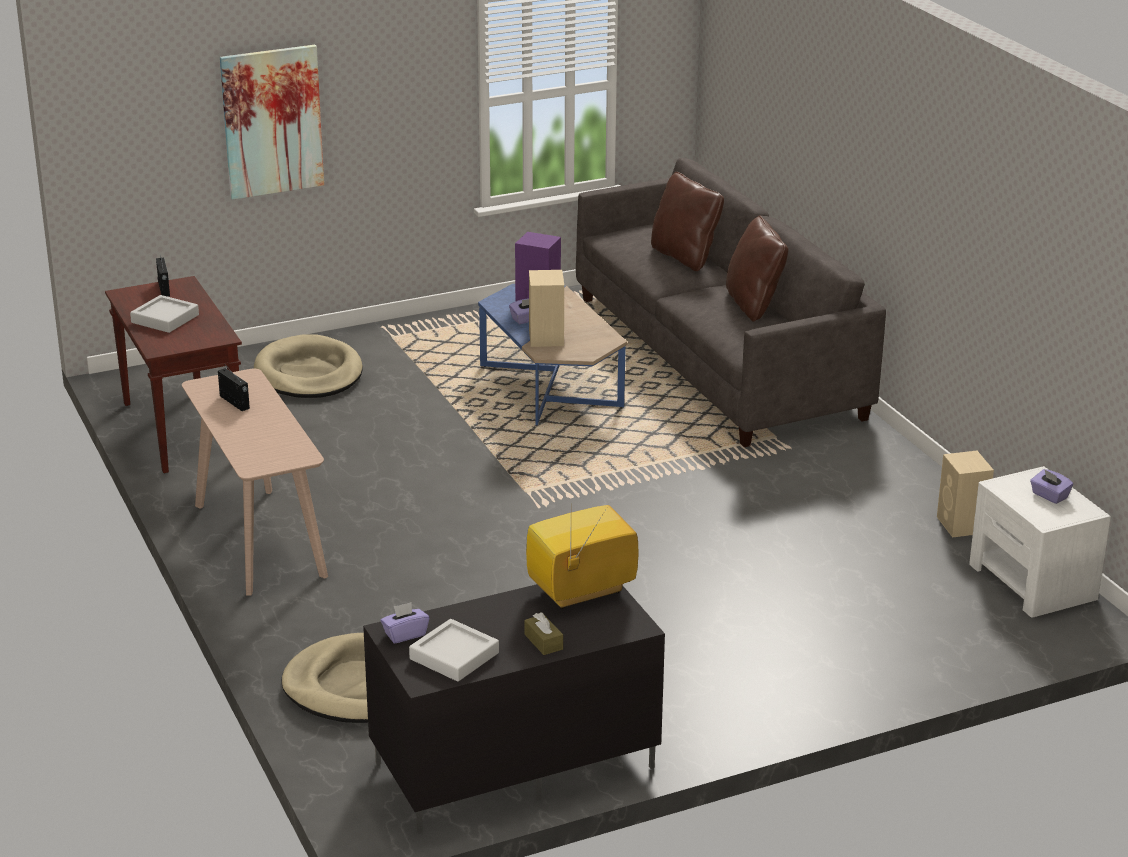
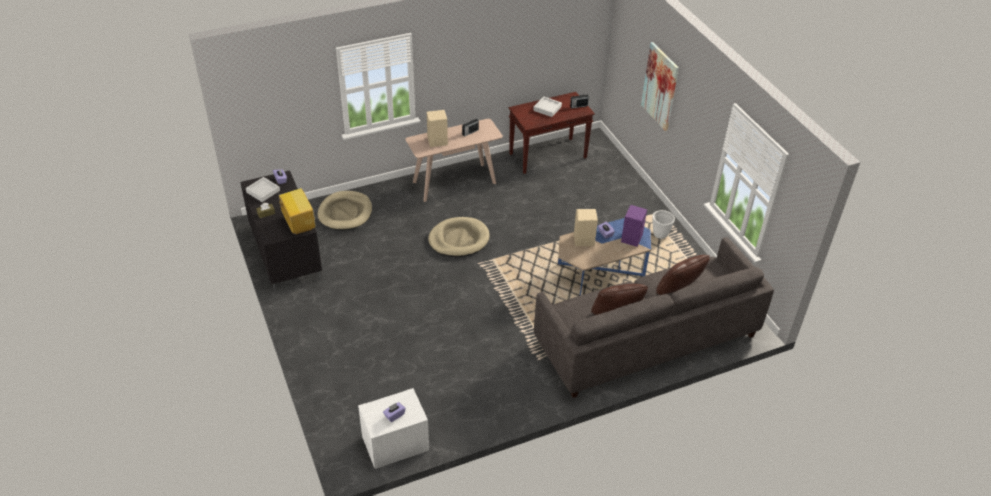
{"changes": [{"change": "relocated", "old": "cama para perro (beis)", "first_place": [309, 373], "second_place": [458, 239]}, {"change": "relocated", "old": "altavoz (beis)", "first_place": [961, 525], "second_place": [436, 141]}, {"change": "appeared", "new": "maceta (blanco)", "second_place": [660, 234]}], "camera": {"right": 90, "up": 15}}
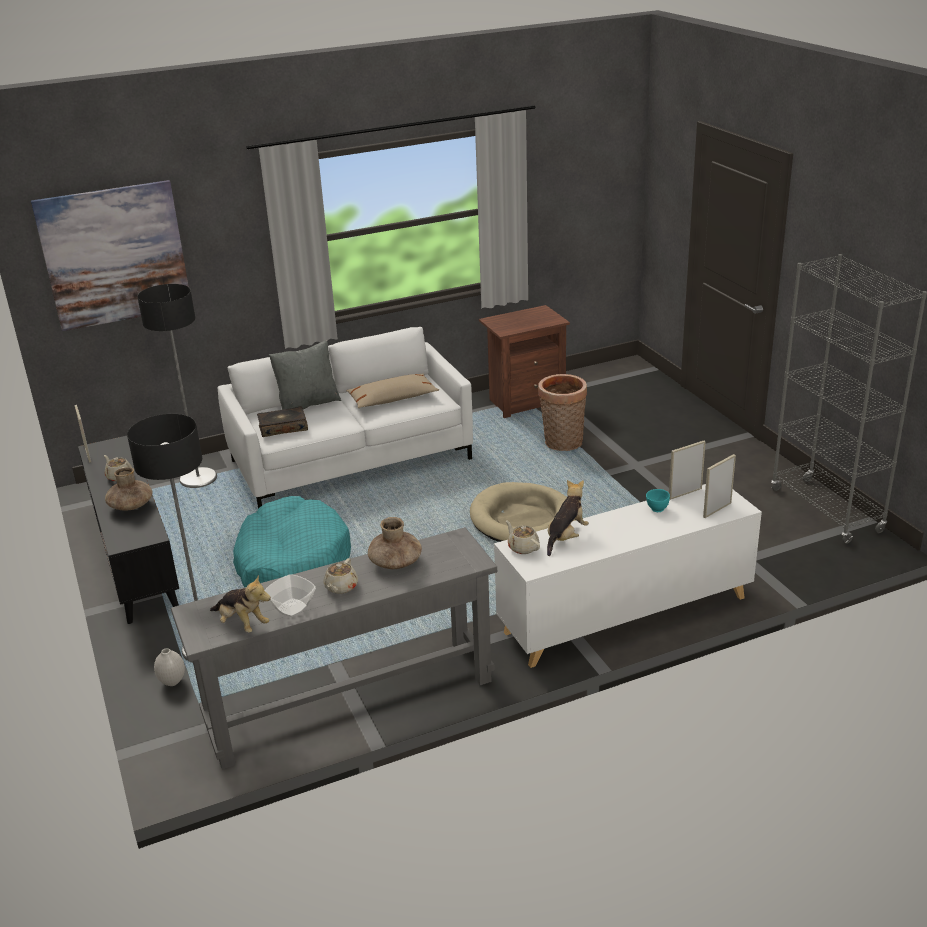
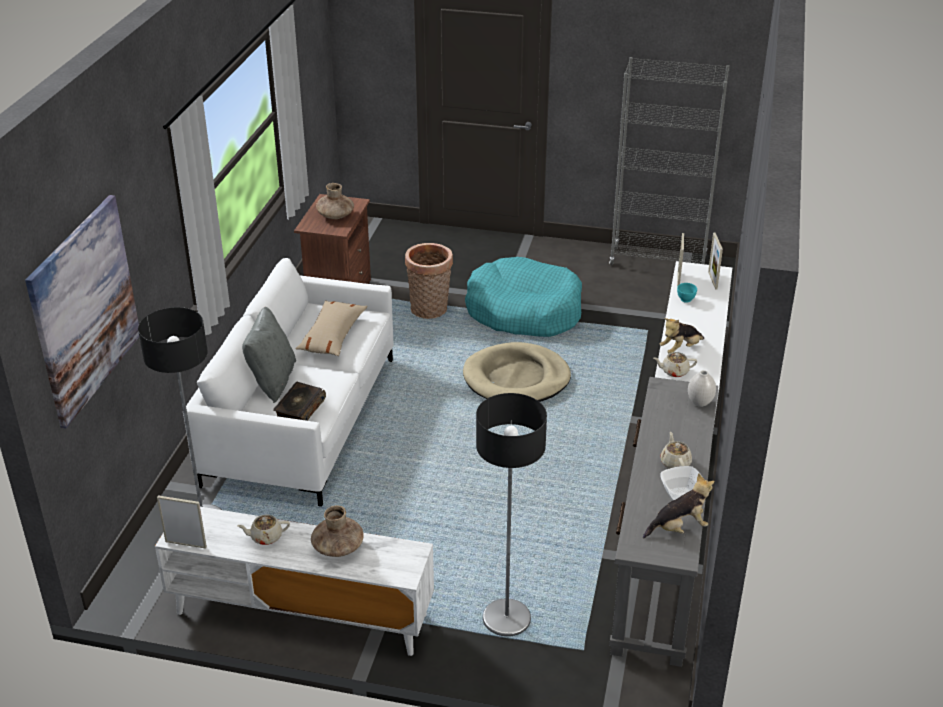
{"changes": [{"change": "colour", "old": "mueble de televisión (negro)", "new": "mueble de televisión (blanco)", "first_place": [135, 558], "second_place": [300, 614]}, {"change": "spun", "old": "peluche", "first_place": [566, 537], "second_place": [680, 349], "degrees": -105}, {"change": "relocated", "old": "cama para perro (turquesa)", "first_place": [293, 565], "second_place": [524, 311]}, {"change": "relocated", "old": "florero (marrón)", "first_place": [395, 562], "second_place": [335, 215]}, {"change": "spun", "old": "tetera (beis)", "first_place": [341, 587], "second_place": [675, 462], "degrees": -150}, {"change": "relocated", "old": "florero (blanco)", "first_place": [173, 682], "second_place": [700, 403]}], "camera": {"right": -55, "up": 5}}
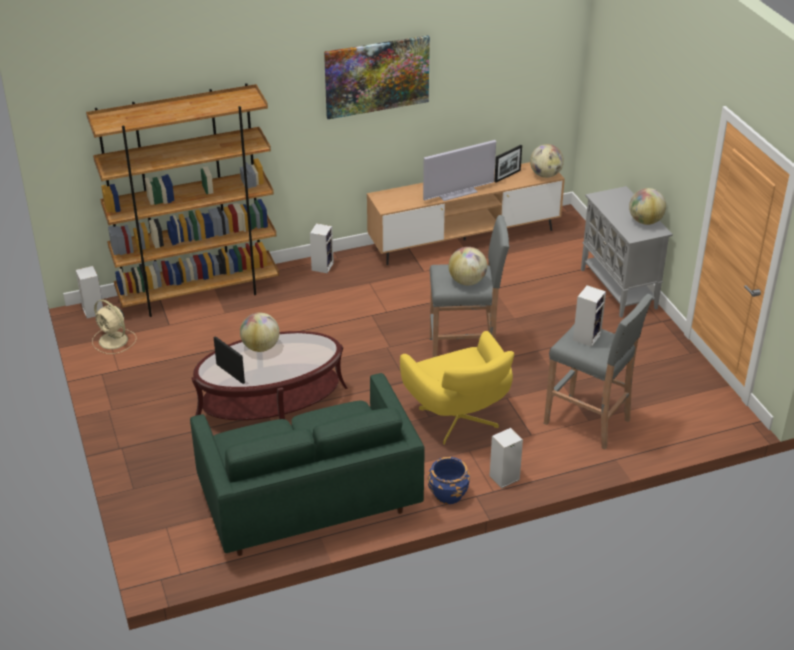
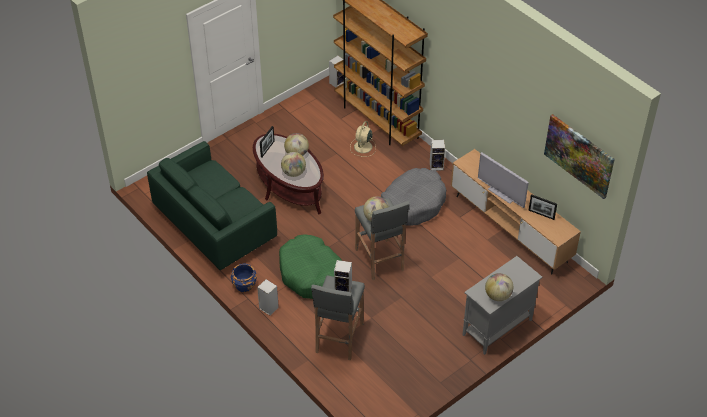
{"changes": [{"change": "relocated", "old": "cuadro", "first_place": [377, 76], "second_place": [579, 155]}, {"change": "relocated", "old": "globo terráqueo", "first_place": [545, 175], "second_place": [293, 173]}, {"change": "relocated", "old": "ventilador (beis)", "first_place": [114, 341], "second_place": [362, 147]}, {"change": "exchanged", "old": "sillón (amarillo)", "new": "cama para perro (verde)", "first_place": [460, 420], "second_place": [312, 274]}, {"change": "appeared", "new": "cama para perro (gris)", "second_place": [413, 203]}], "camera": {"right": 70, "up": 10}}
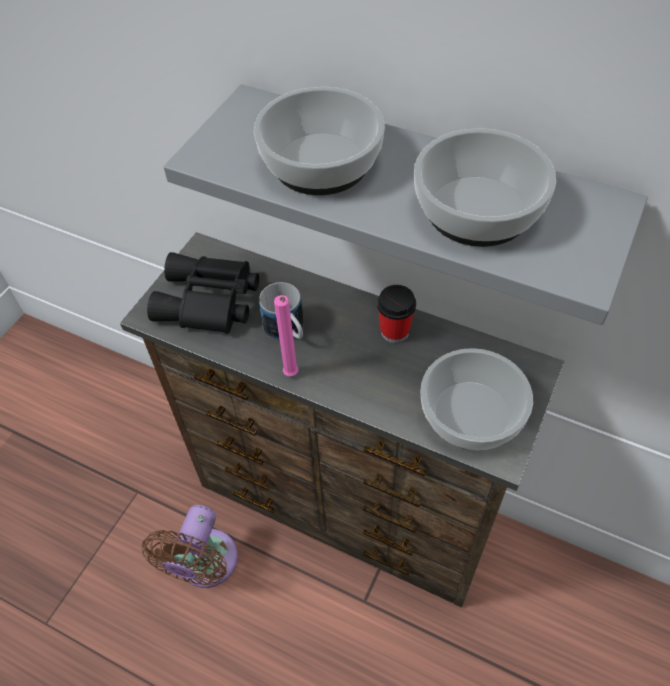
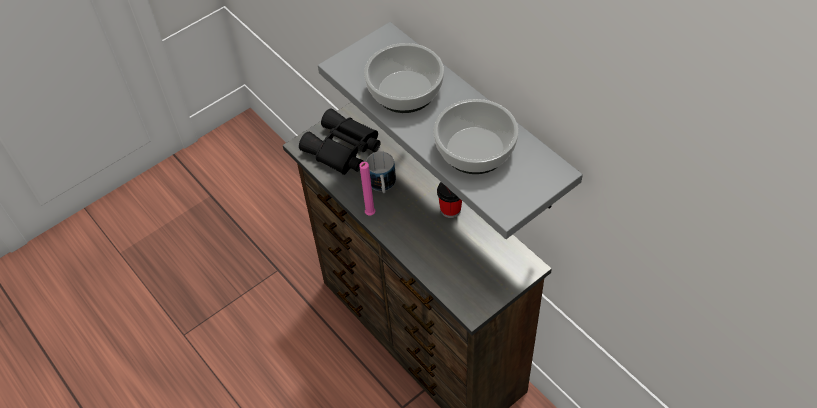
{"changes": [{"change": "missing", "old": "cuenco", "first_place": [472, 415]}, {"change": "missing", "old": "ventilador (marrón)", "first_place": [205, 565]}], "camera": {"right": 25, "up": 0}}
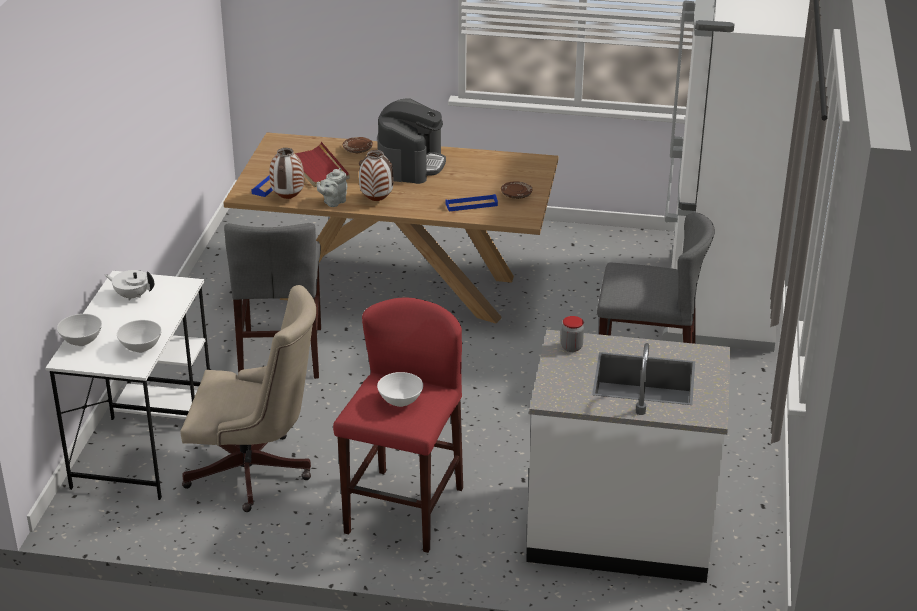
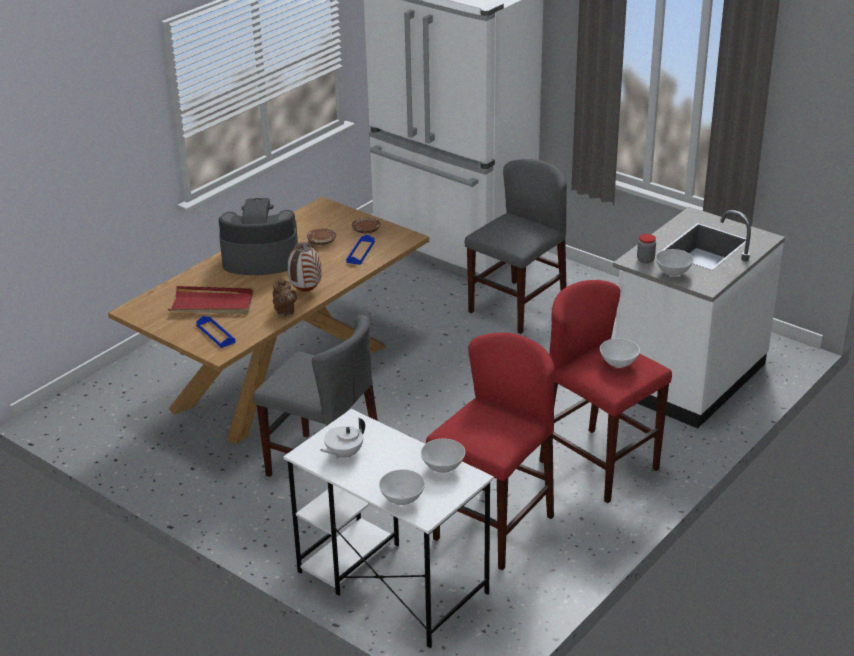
{"changes": [{"change": "spun", "old": "cafetera", "first_place": [411, 164], "second_place": [260, 259], "degrees": -45}, {"change": "relocated", "old": "plato (marrón)", "first_place": [357, 150], "second_place": [322, 241]}, {"change": "missing", "old": "florero", "first_place": [288, 199]}, {"change": "colour", "old": "tetera (gris)", "new": "tetera (marrón)", "first_place": [333, 202], "second_place": [285, 311]}, {"change": "exchanged", "old": "silla de oficina (beis)", "new": "taburete (rojo)", "first_place": [256, 473], "second_place": [492, 528]}, {"change": "appeared", "new": "cuenco (blanco)", "second_place": [673, 273]}], "camera": {"right": -60, "up": 0}}
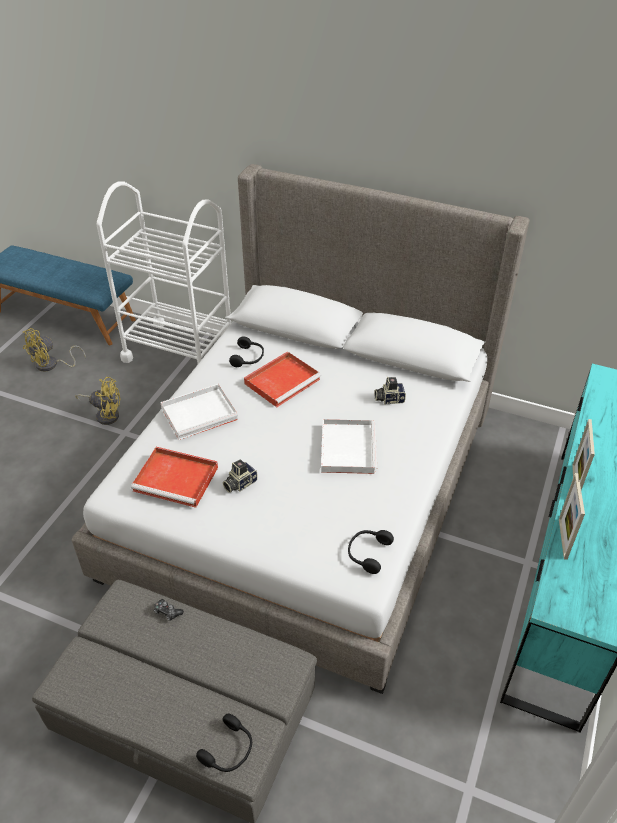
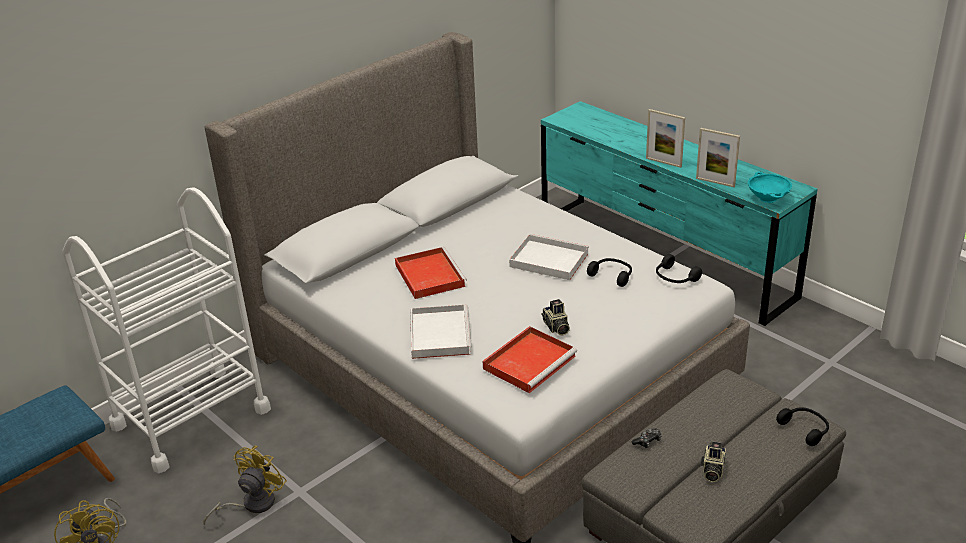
{"changes": [{"change": "relocated", "old": "auriculares (negro)", "first_place": [248, 358], "second_place": [612, 275]}, {"change": "relocated", "old": "cámara", "first_place": [389, 398], "second_place": [712, 470]}, {"change": "appeared", "new": "cuenco (turquesa)", "second_place": [768, 199]}], "camera": {"right": -65, "up": -10}}
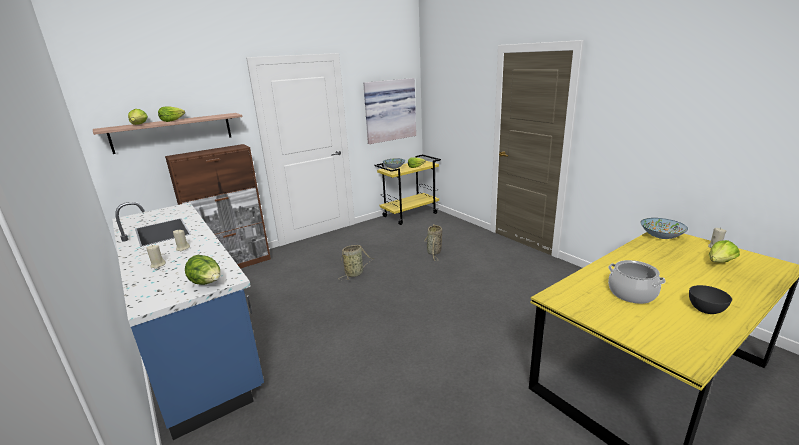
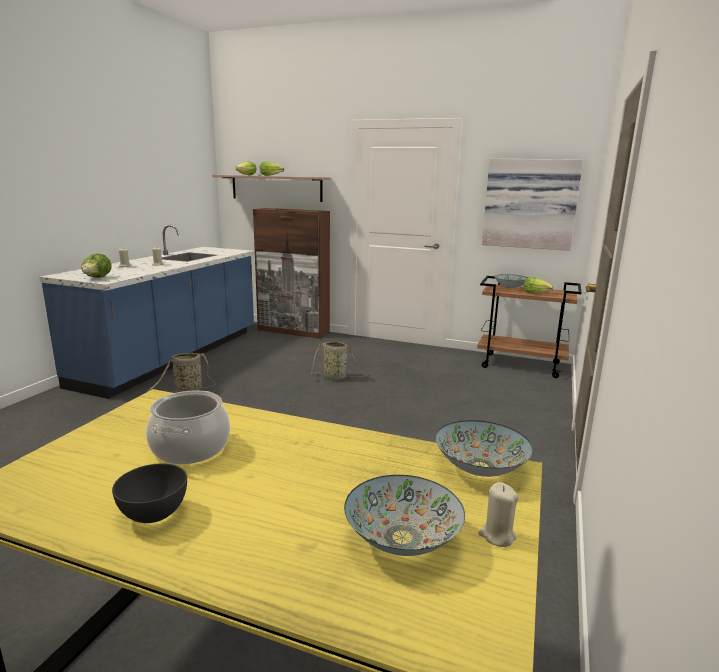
{"changes": [{"change": "colour", "old": "carrito (amarillo)", "new": "carrito (marrón)", "first_place": [410, 215], "second_place": [521, 365]}, {"change": "relocated", "old": "cesta", "first_place": [434, 252], "second_place": [187, 391]}, {"change": "exchanged", "old": "lechuga", "new": "cuenco", "first_place": [720, 262], "second_place": [402, 539]}], "camera": {"right": 55, "up": -5}}
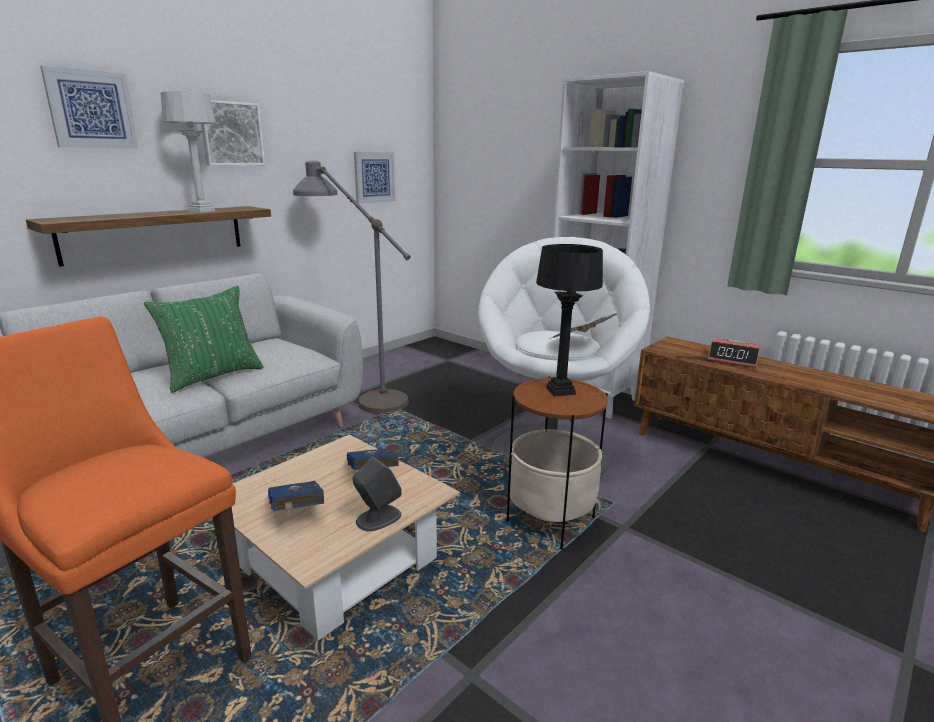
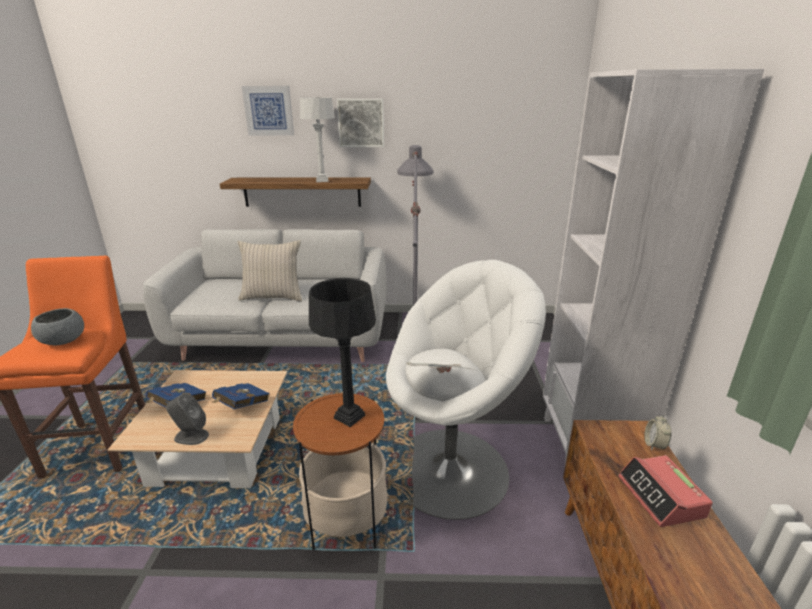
{"changes": [{"change": "missing", "old": "cuadro", "first_place": [374, 177]}, {"change": "colour", "old": "cojín (verde)", "new": "cojín (beis)", "first_place": [212, 376], "second_place": [273, 297]}, {"change": "appeared", "new": "cuenco (gris)", "second_place": [63, 341]}, {"change": "appeared", "new": "despertador", "second_place": [654, 445]}], "camera": {"right": 50, "up": 5}}
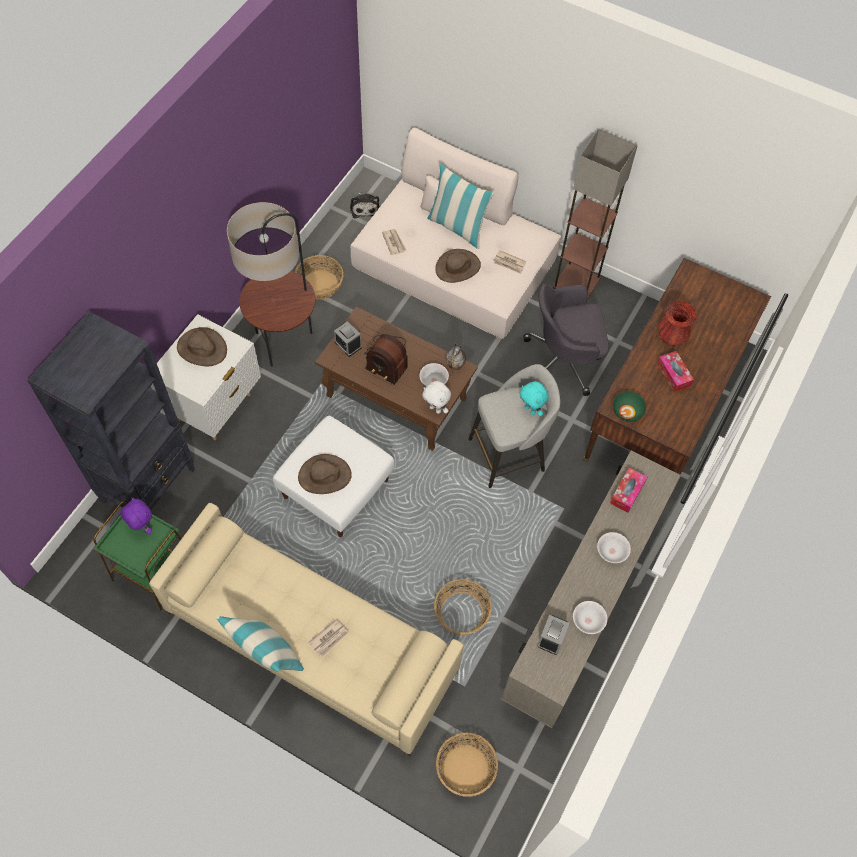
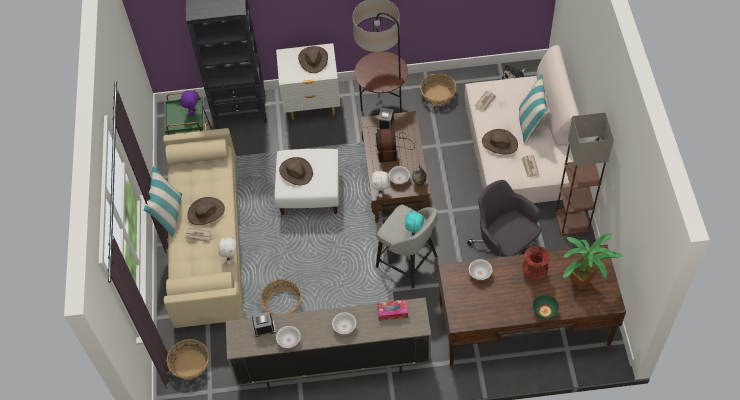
{"changes": [{"change": "missing", "old": "caja de pañuelos", "first_place": [673, 374]}, {"change": "relocated", "old": "cuenco (verde)", "first_place": [627, 413], "second_place": [544, 311]}, {"change": "appeared", "new": "sombrero (marrón)", "second_place": [206, 212]}, {"change": "appeared", "new": "planta en maceta", "second_place": [584, 281]}, {"change": "appeared", "new": "peluche (blanco)", "second_place": [230, 258]}, {"change": "appeared", "new": "cuenco (blanco)", "second_place": [480, 273]}], "camera": {"right": 60, "up": -5}}
